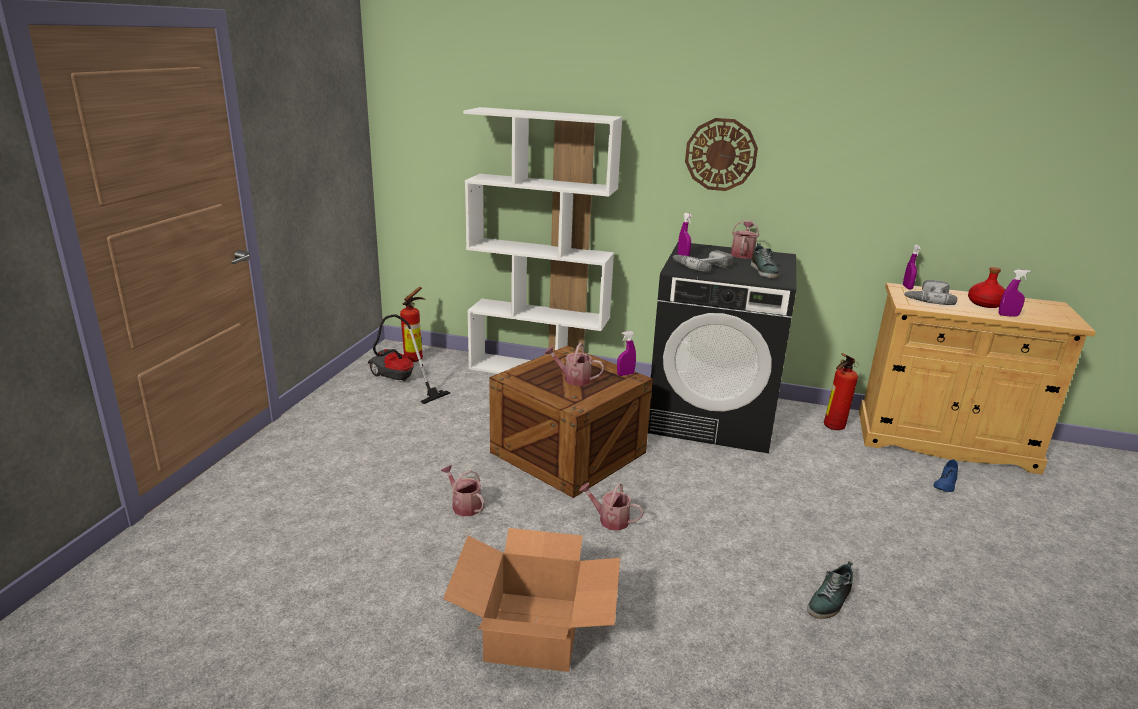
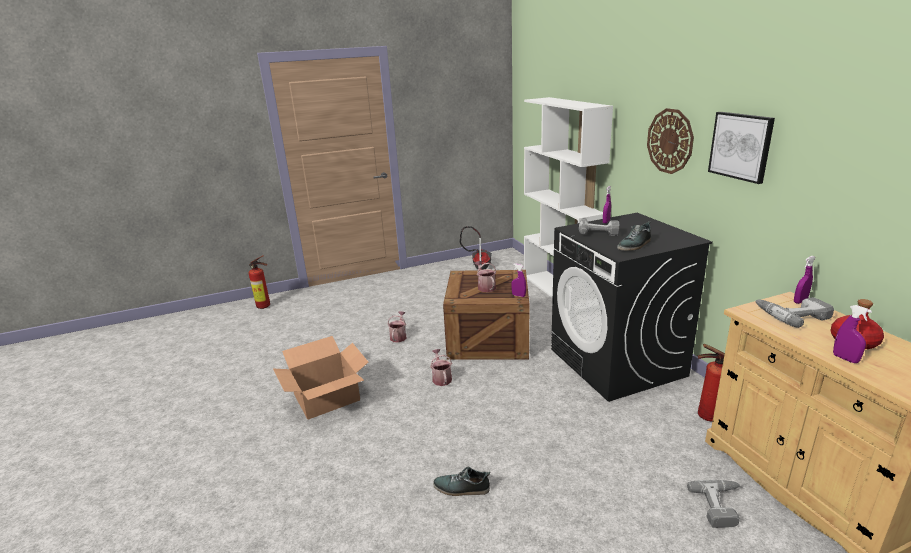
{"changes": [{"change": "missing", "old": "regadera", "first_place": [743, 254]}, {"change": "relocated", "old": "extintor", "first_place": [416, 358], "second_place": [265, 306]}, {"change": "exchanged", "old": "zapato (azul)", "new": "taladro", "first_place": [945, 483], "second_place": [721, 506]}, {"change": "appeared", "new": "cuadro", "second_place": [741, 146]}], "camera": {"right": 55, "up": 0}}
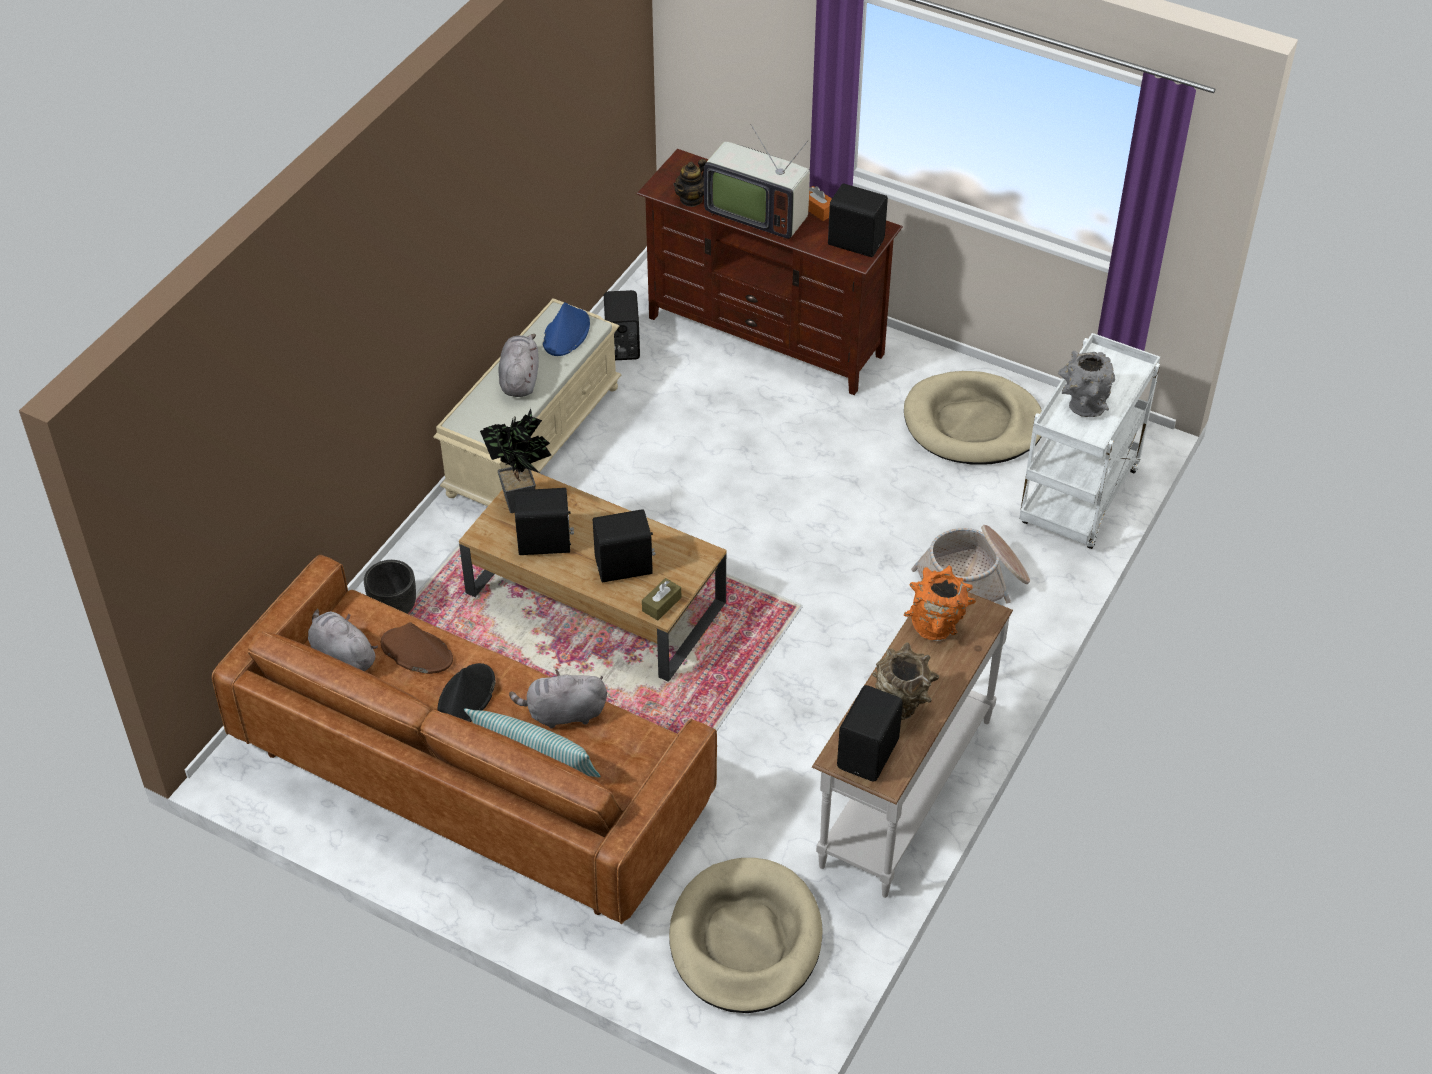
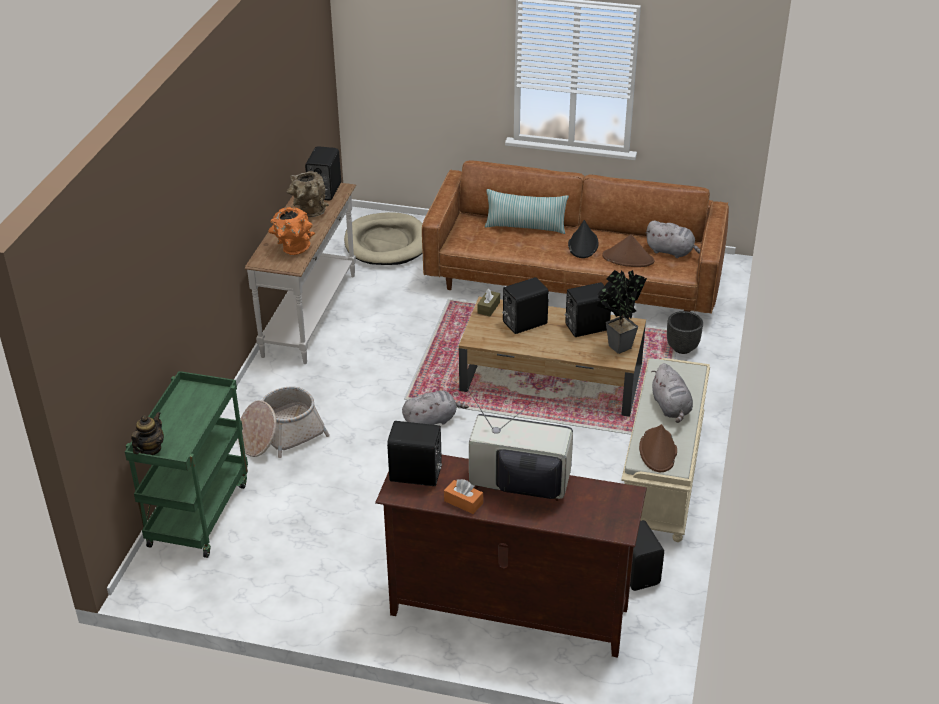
{"changes": [{"change": "relocated", "old": "tetera", "first_place": [691, 199], "second_place": [150, 449]}, {"change": "colour", "old": "sombrero (azul)", "new": "sombrero (marrón)", "first_place": [566, 333], "second_place": [658, 451]}, {"change": "colour", "old": "carrito (blanco)", "new": "carrito (verde)", "first_place": [1079, 500], "second_place": [198, 512]}, {"change": "missing", "old": "florero (gris)", "first_place": [1082, 406]}, {"change": "missing", "old": "cama para perro (beis)", "first_place": [972, 424]}, {"change": "relocated", "old": "peluche (gris)", "first_place": [563, 714], "second_place": [432, 420]}], "camera": {"right": 165, "up": -10}}
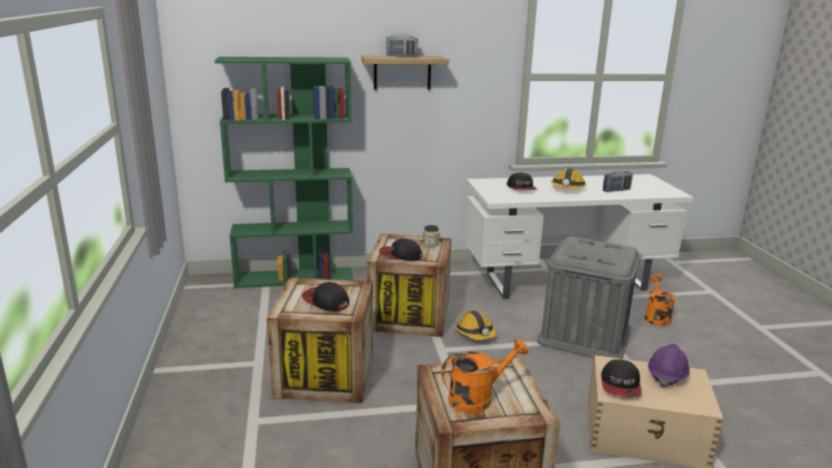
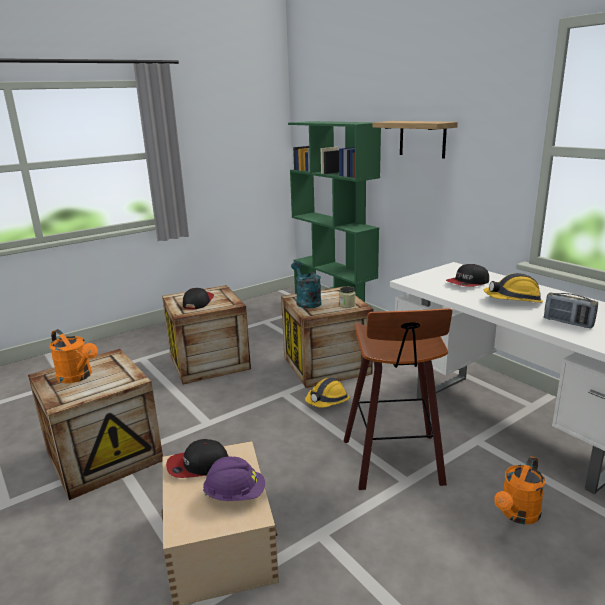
{"changes": [{"change": "missing", "old": "radio", "first_place": [401, 56]}, {"change": "exchanged", "old": "caja de almacenaje (gris)", "new": "taburete", "first_place": [584, 335], "second_place": [396, 463]}, {"change": "exchanged", "old": "gorra", "new": "regadera (turquesa)", "first_place": [400, 255], "second_place": [306, 301]}, {"change": "spun", "old": "regadera (naranja)", "first_place": [656, 317], "second_place": [517, 515], "degrees": 150}], "camera": {"right": 65, "up": 0}}
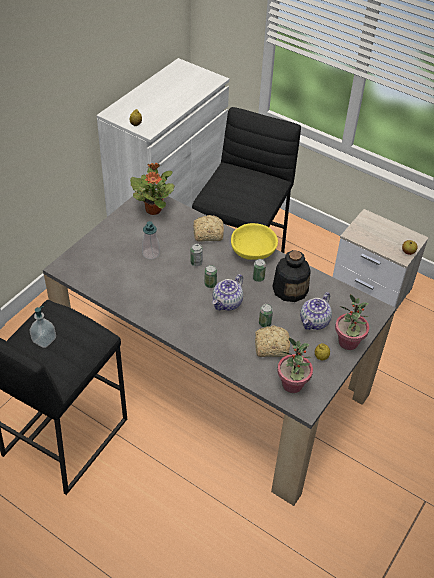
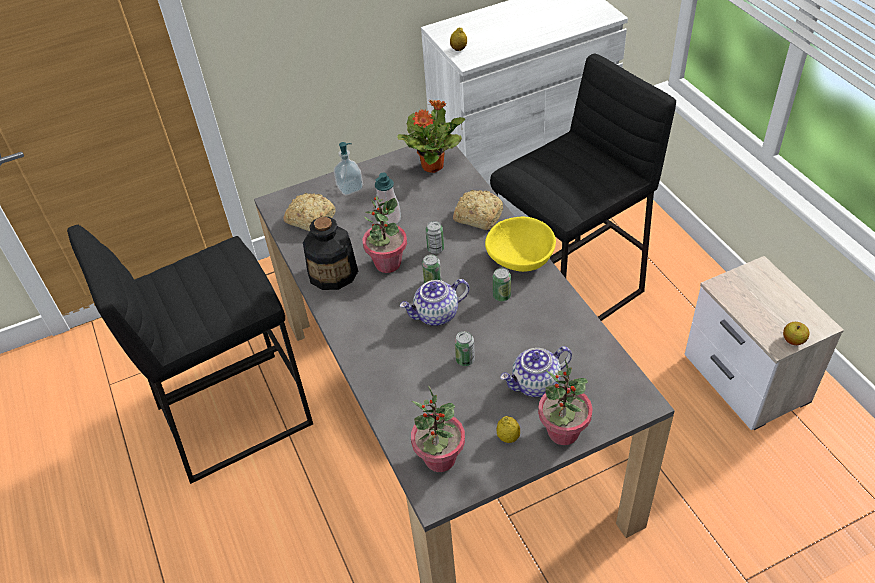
{"changes": [{"change": "relocated", "old": "botella", "first_place": [290, 289], "second_place": [333, 273]}, {"change": "relocated", "old": "dispensador de jabón", "first_place": [44, 340], "second_place": [350, 188]}, {"change": "relocated", "old": "pan", "first_place": [270, 346], "second_place": [310, 218]}, {"change": "appeared", "new": "planta en maceta", "second_place": [387, 263]}], "camera": {"right": 35, "up": 0}}
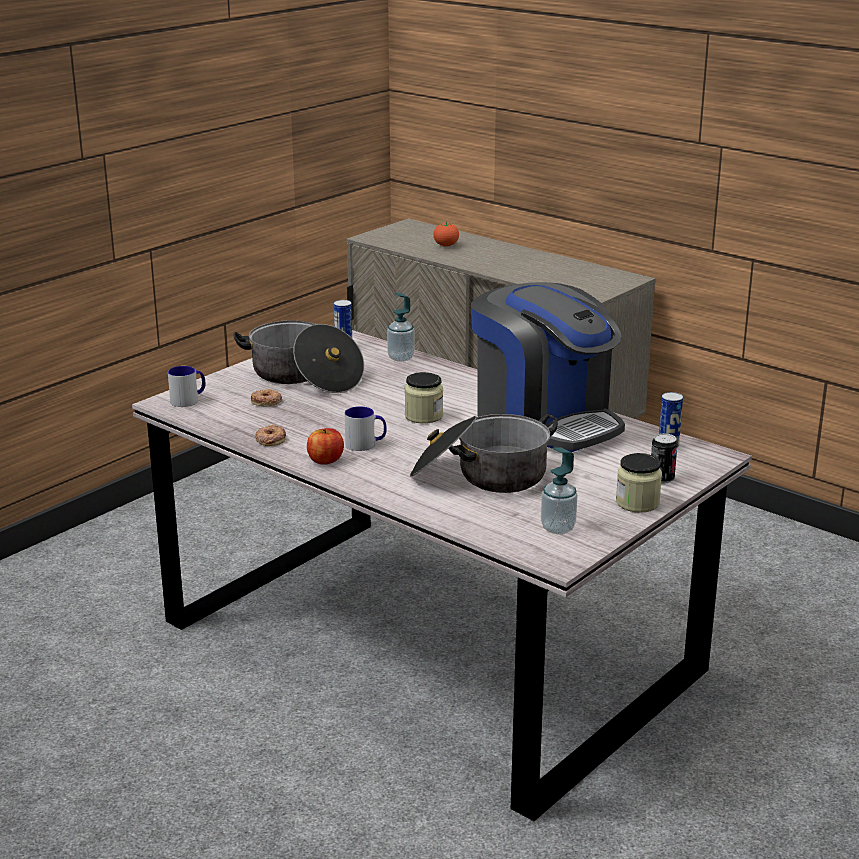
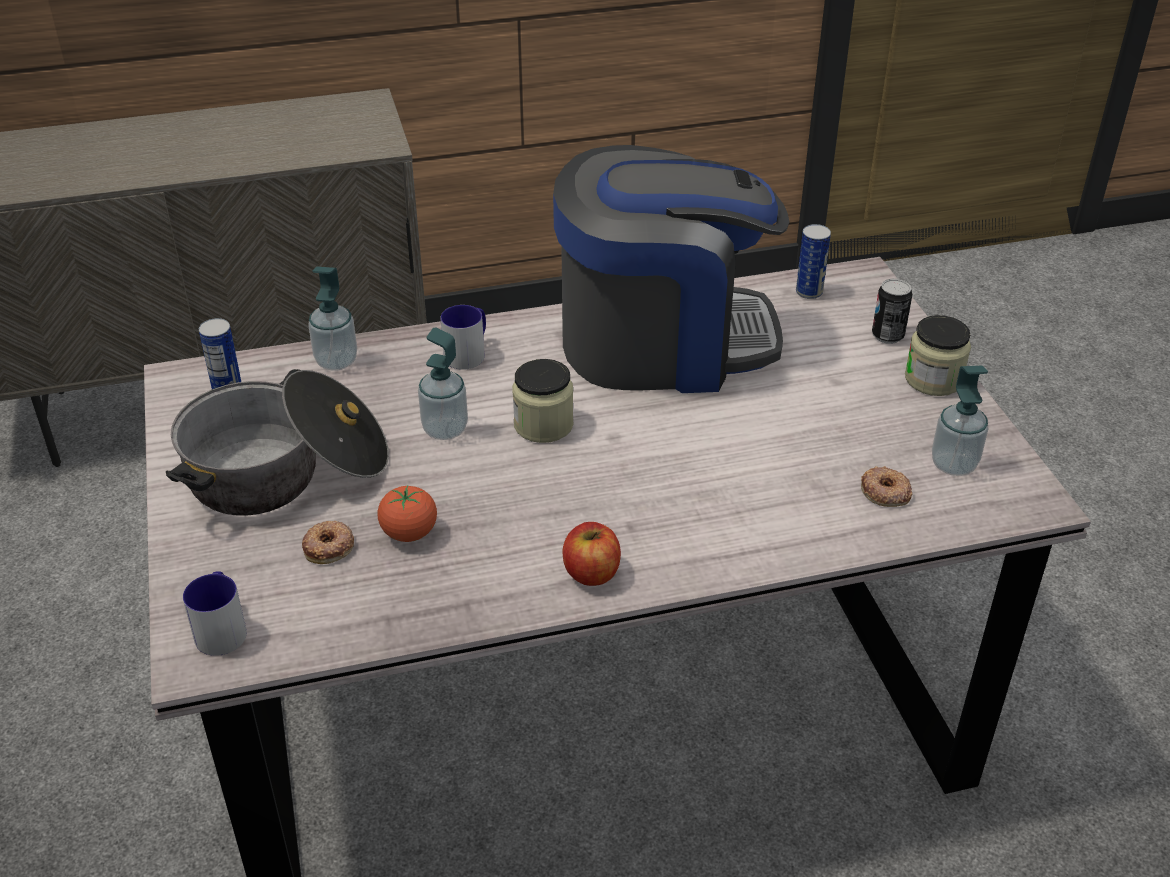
{"changes": [{"change": "relocated", "old": "tomate", "first_place": [446, 246], "second_place": [409, 533]}, {"change": "relocated", "old": "taza grande", "first_place": [366, 444], "second_place": [468, 353]}, {"change": "missing", "old": "olla", "first_place": [481, 476]}, {"change": "relocated", "old": "rosquilla", "first_place": [270, 439], "second_place": [885, 492]}, {"change": "appeared", "new": "dispensador de jabón", "second_place": [445, 429]}], "camera": {"right": -55, "up": 15}}
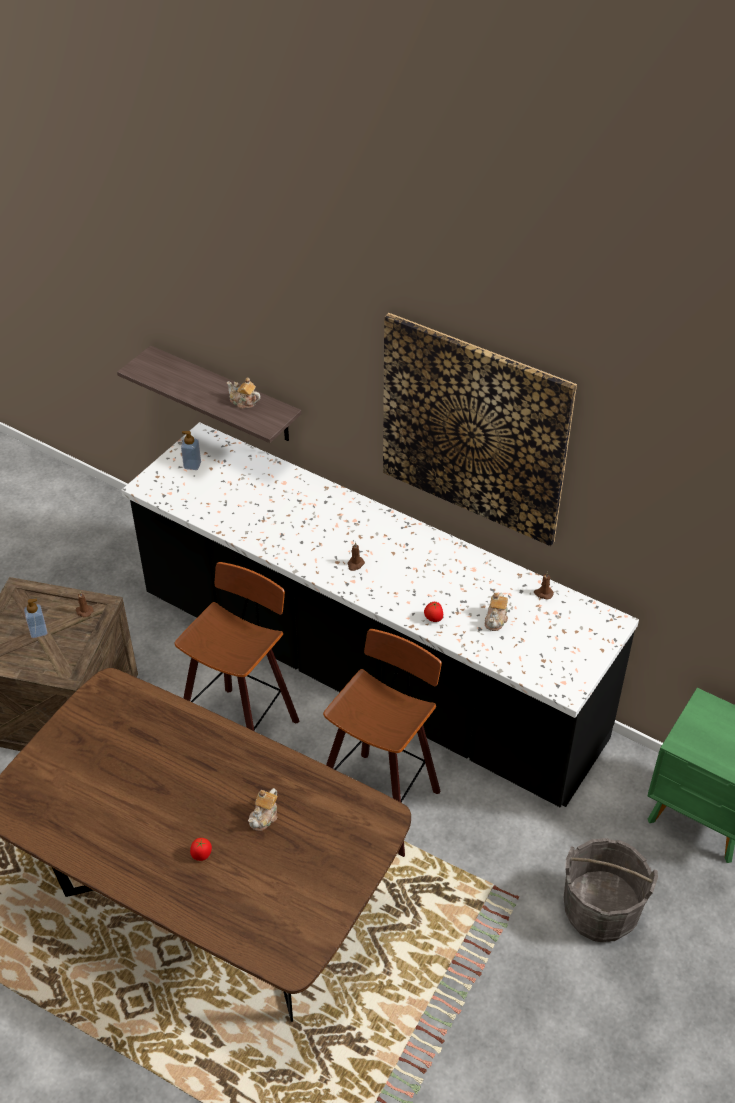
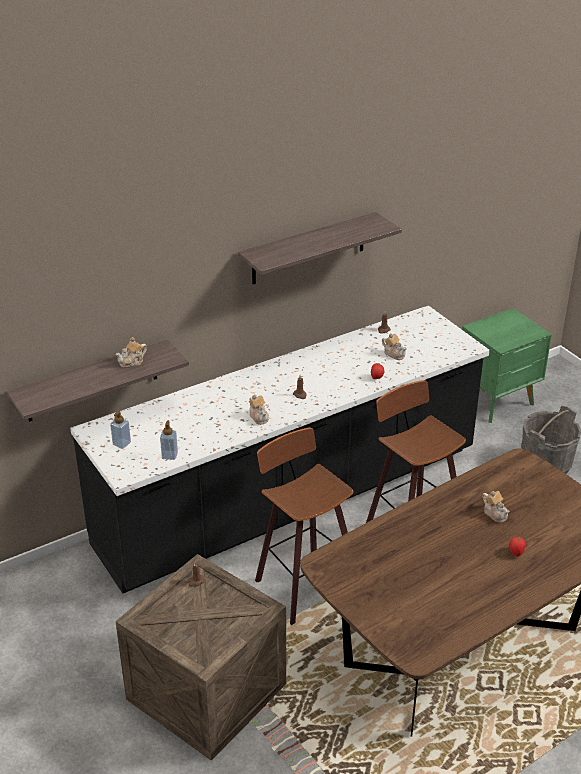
{"changes": [{"change": "exchanged", "old": "cuadro", "new": "estante", "first_place": [473, 429], "second_place": [308, 249]}, {"change": "relocated", "old": "dispensador de jabón", "first_place": [38, 631], "second_place": [169, 455]}, {"change": "appeared", "new": "tetera", "second_place": [259, 417]}], "camera": {"right": -65, "up": -10}}
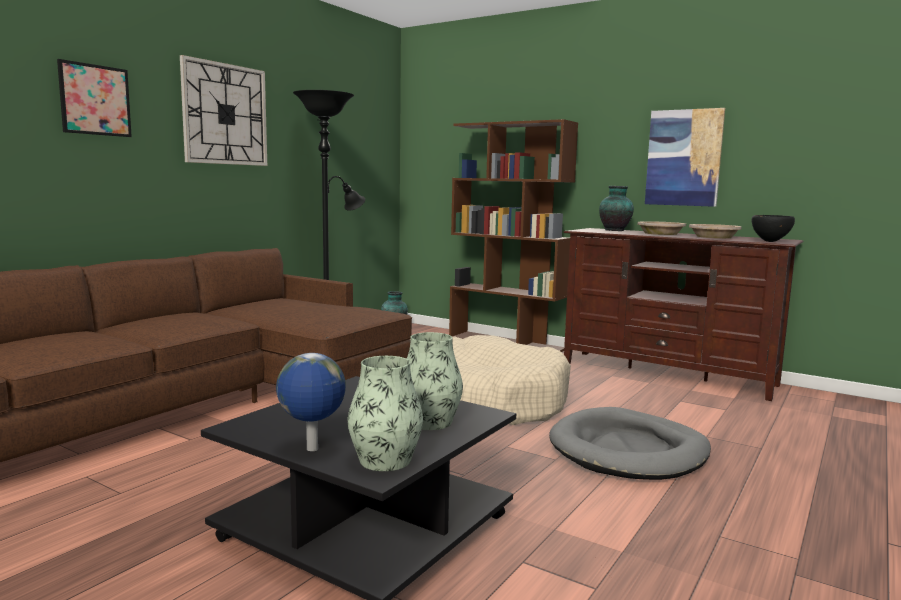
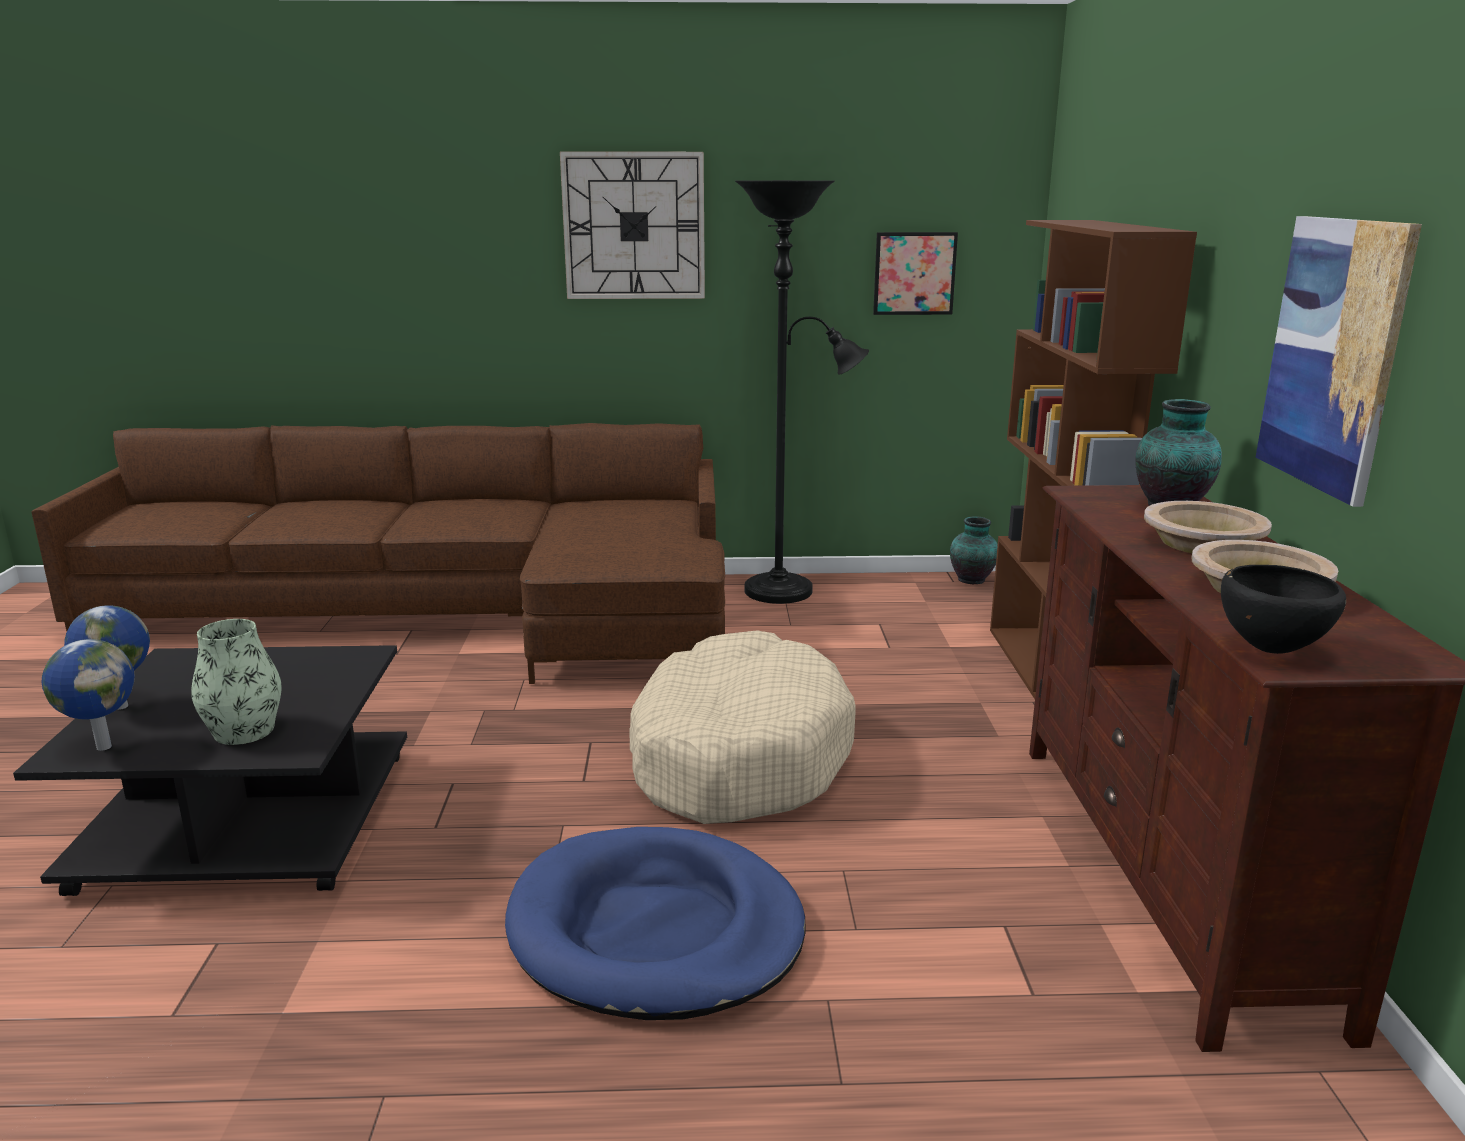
{"changes": [{"change": "relocated", "old": "cuadro", "first_place": [95, 100], "second_place": [914, 273]}, {"change": "exchanged", "old": "florero", "new": "globo terráqueo", "first_place": [385, 460], "second_place": [103, 746]}, {"change": "colour", "old": "cama para perro (gris)", "new": "cama para perro (azul)", "first_place": [628, 451], "second_place": [655, 931]}], "camera": {"right": 55, "up": 10}}
